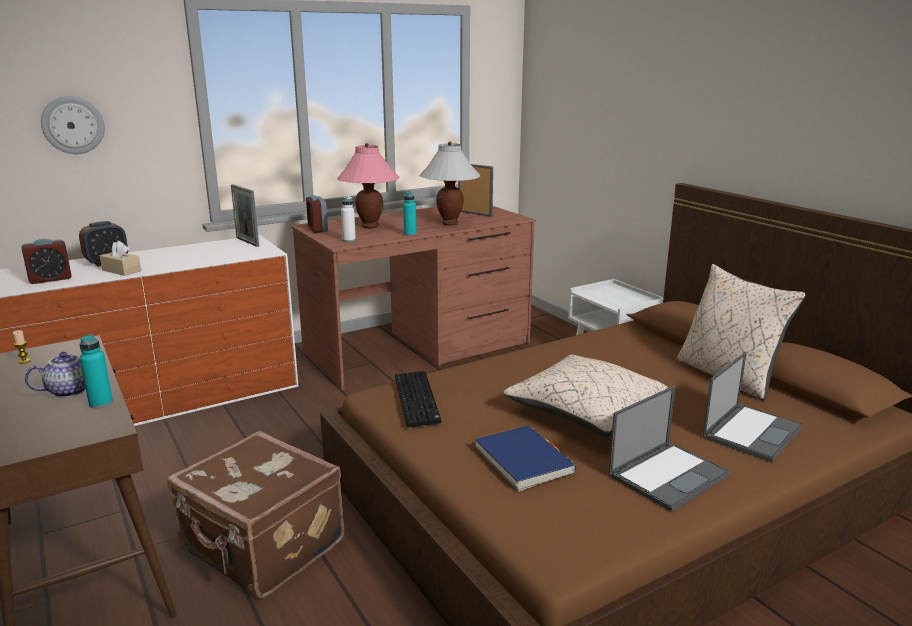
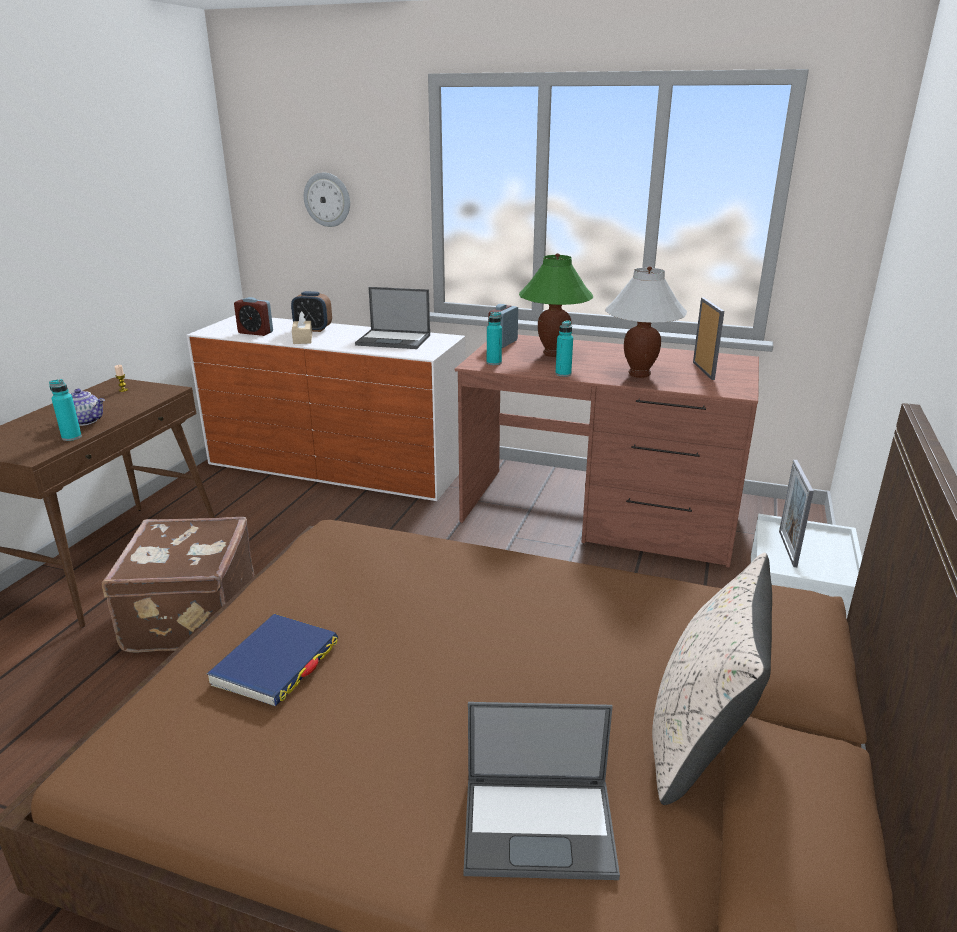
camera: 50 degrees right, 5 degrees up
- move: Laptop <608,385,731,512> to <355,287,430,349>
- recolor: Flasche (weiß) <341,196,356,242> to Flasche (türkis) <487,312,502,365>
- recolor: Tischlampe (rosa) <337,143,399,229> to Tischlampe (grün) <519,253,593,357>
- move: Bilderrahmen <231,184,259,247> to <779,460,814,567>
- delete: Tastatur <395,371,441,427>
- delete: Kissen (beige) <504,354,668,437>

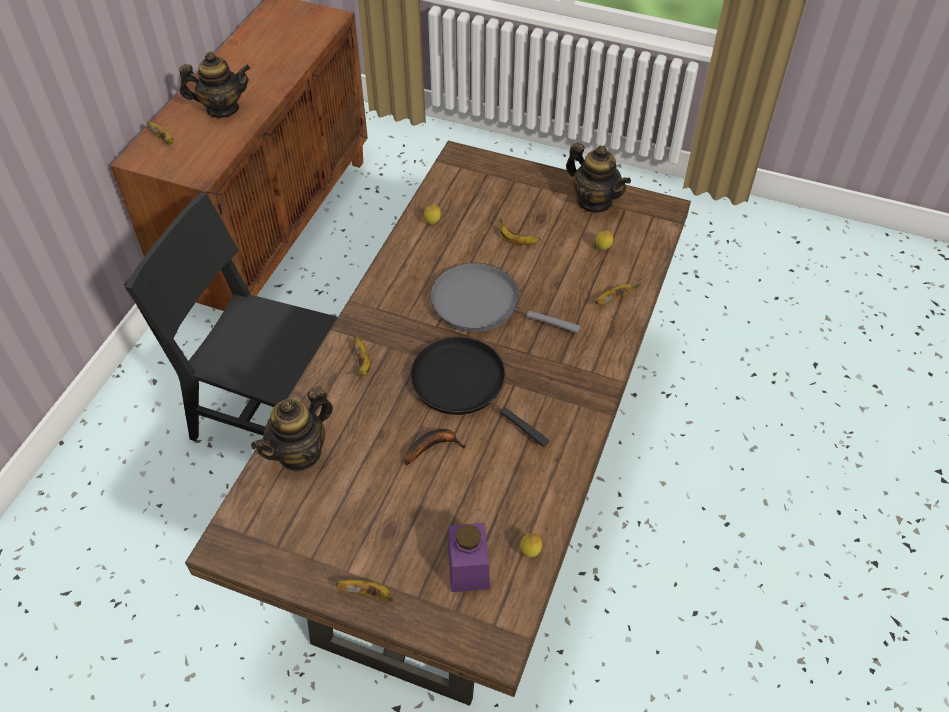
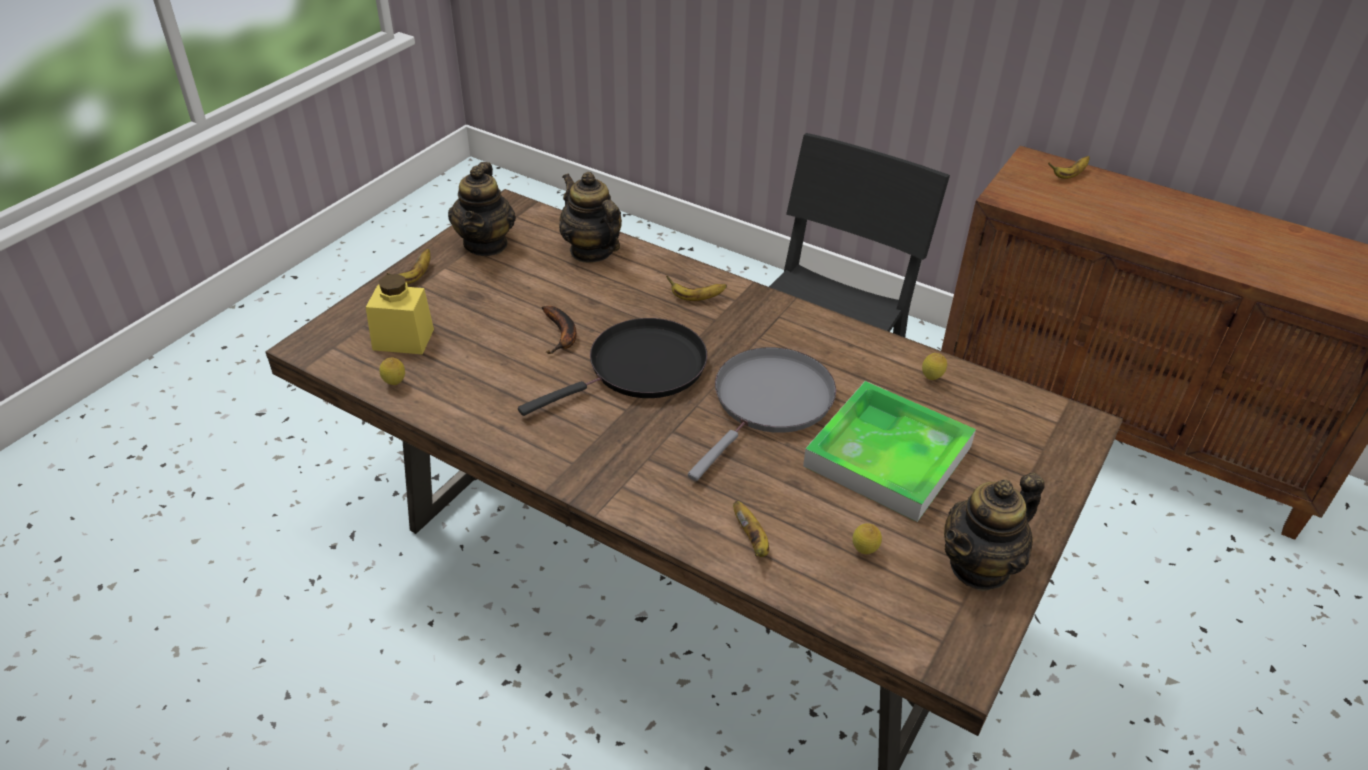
camera: 100 degrees right, 10 degrees down
- recolor: Vorratsglas (lila) <448,523,490,592> to Vorratsglas (gelb) <366,274,434,355>
- move: Teekanne <179,52,251,118> to <448,162,516,256>
- replace: Banane <500,218,540,245> to Tablett <803,381,976,522>

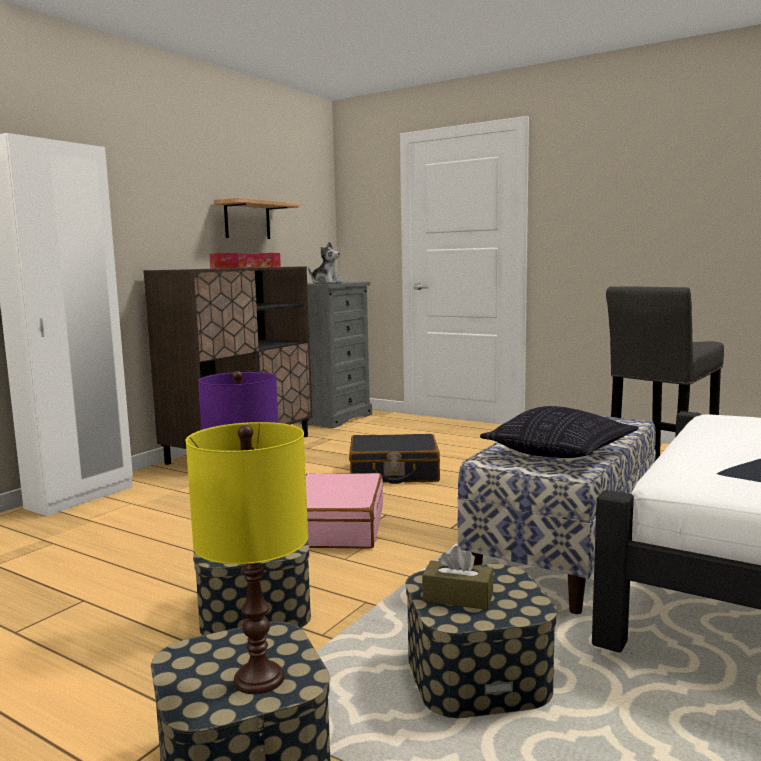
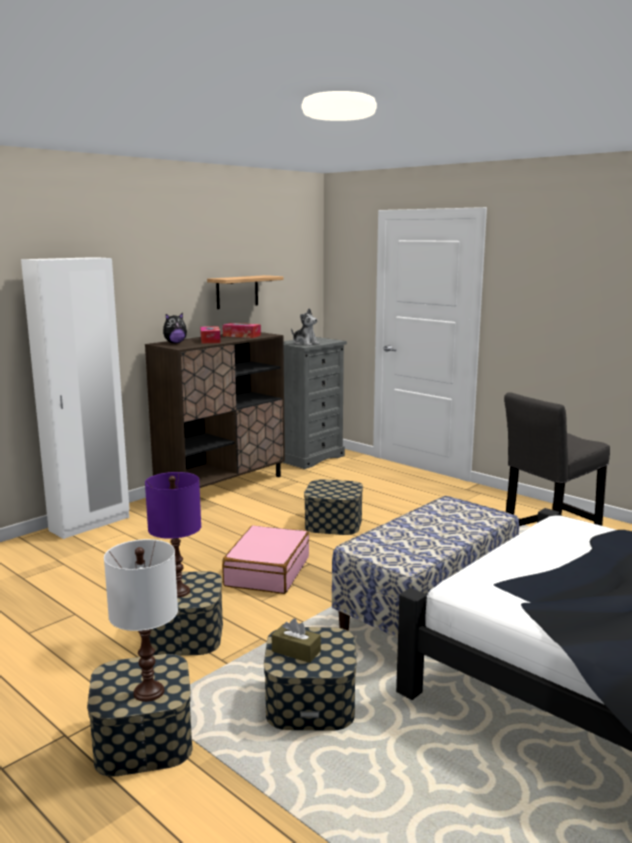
camera: 10 degrees right, 5 degrees up
- recolor: Tischlampe (gelb) <186,422,308,694> to Tischlampe (weiß) <104,539,178,702>
- insert: Plüschtier <163,313,187,344>
- replace: Koffer (schwarz) <349,434,440,484> to Aufbewahrungsbox <304,479,363,535>
- delete: Kissen <480,406,639,458>

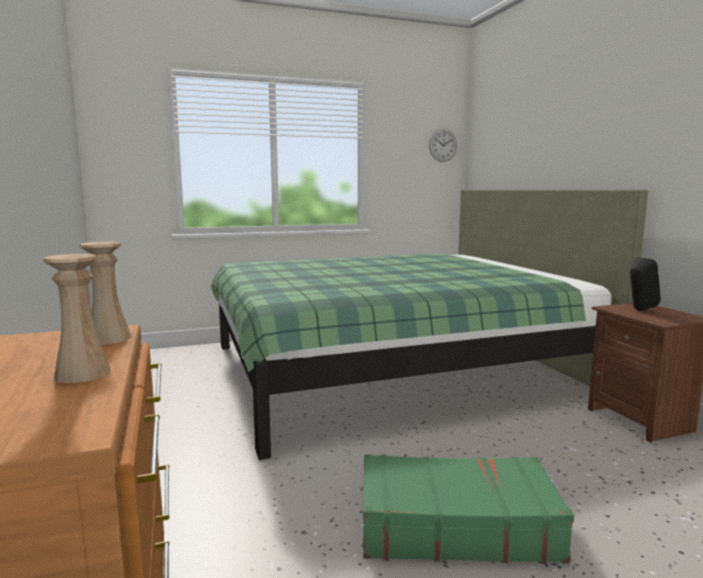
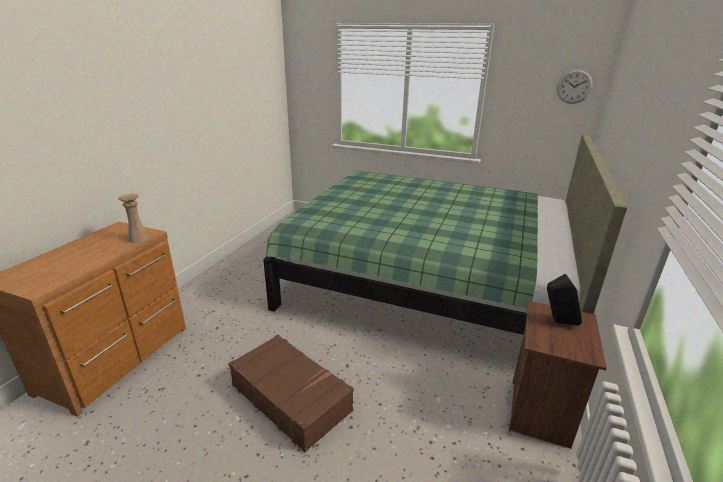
camera: 40 degrees right, 15 degrees up
- recolor: Koffer (grün) <363,454,574,564> to Koffer (braun) <229,335,354,452>
- delete: Vase (beige) <43,254,111,383>

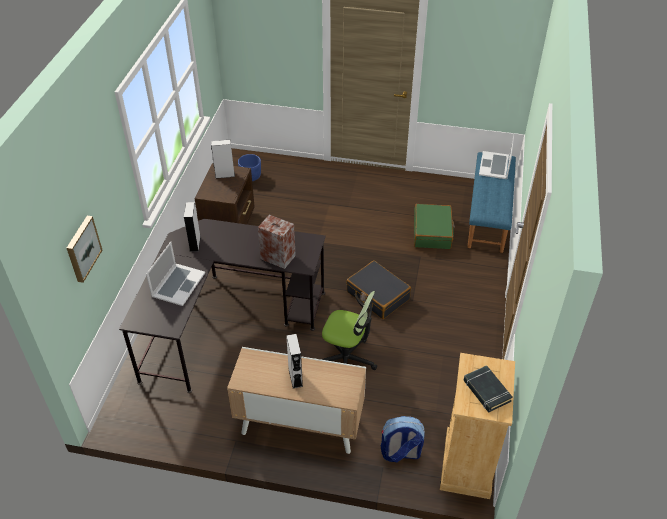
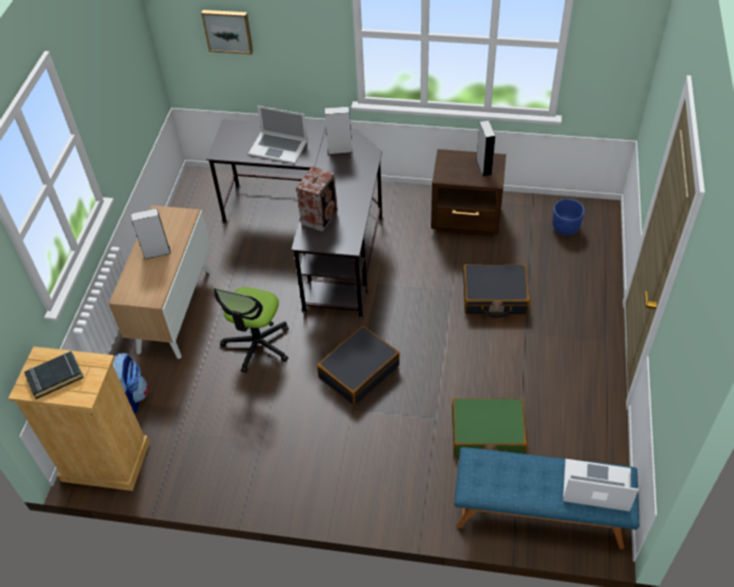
camera: 90 degrees right, 5 degrees up
- insert: Koffer (schwarz) <463,264,530,318>

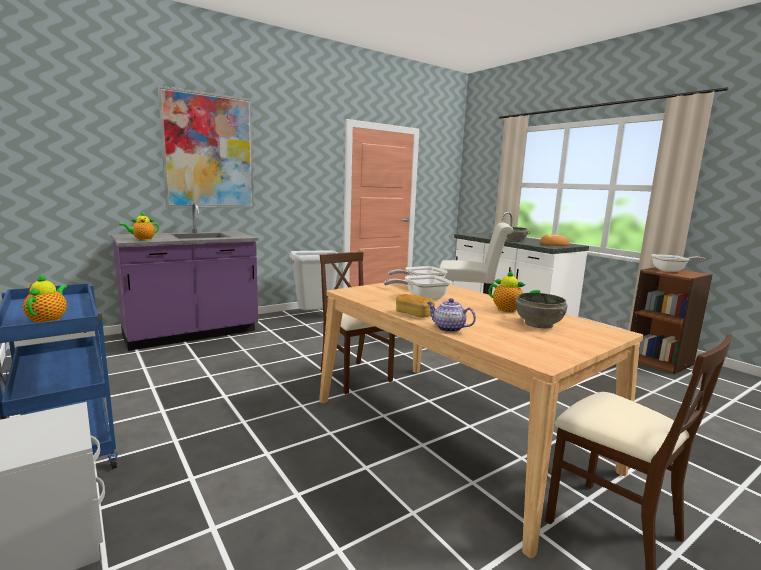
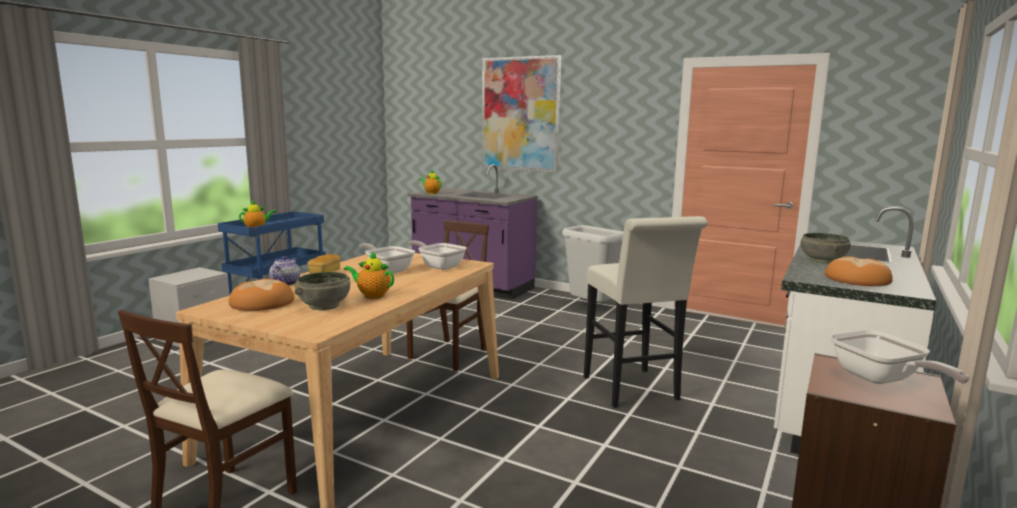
camera: 65 degrees right, 0 degrees up
- insert: Brot <229,279,294,311>
- rotate: Teekanne <489,270,540,312> = <344,251,394,299> 105 degrees clockwise

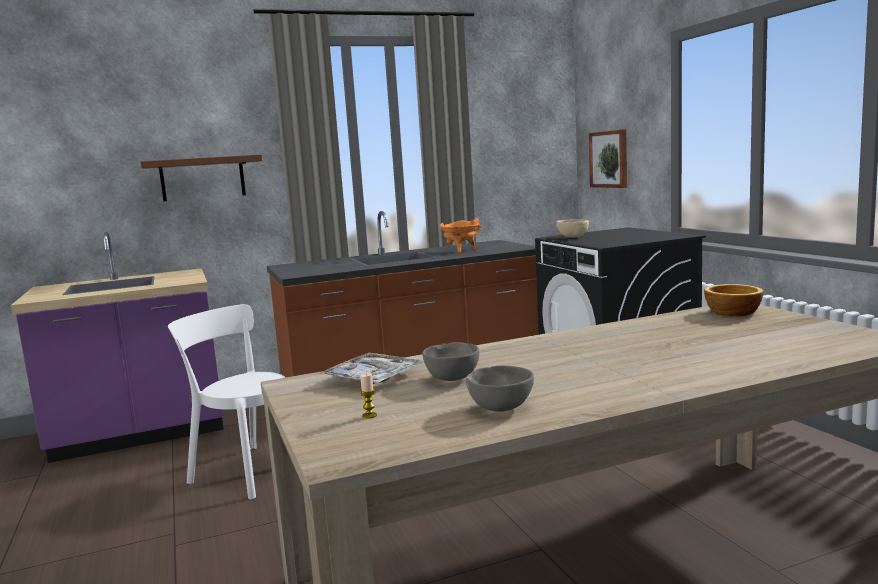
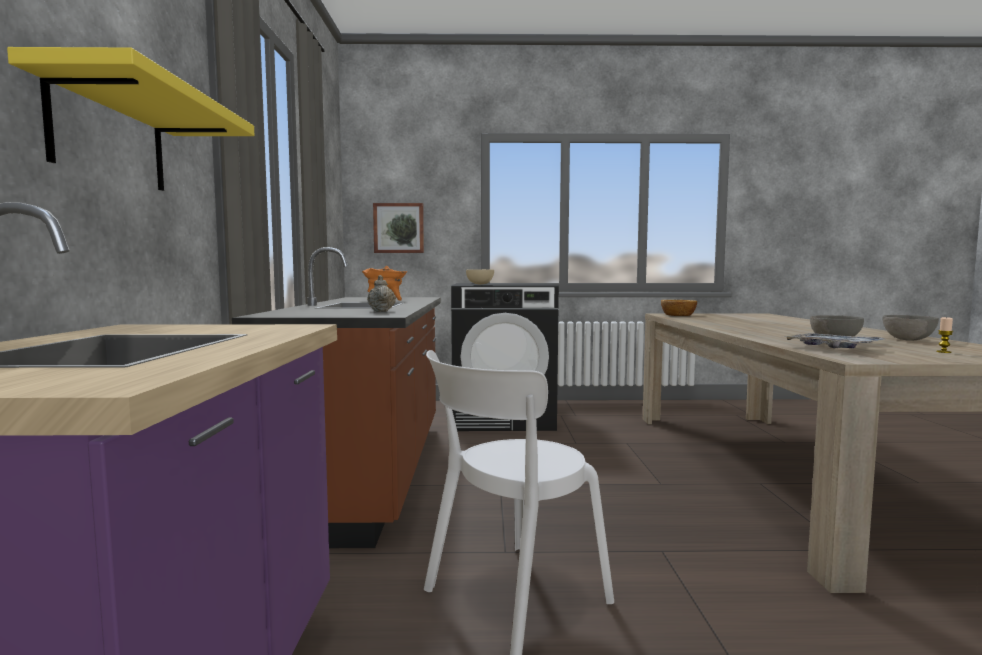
camera: 70 degrees left, 5 degrees down
- recolor: Wandregal (braun) <140,155,262,201> to Wandregal (gelb) <7,47,255,191>
- insert: Teekanne (beige) <367,275,396,312>

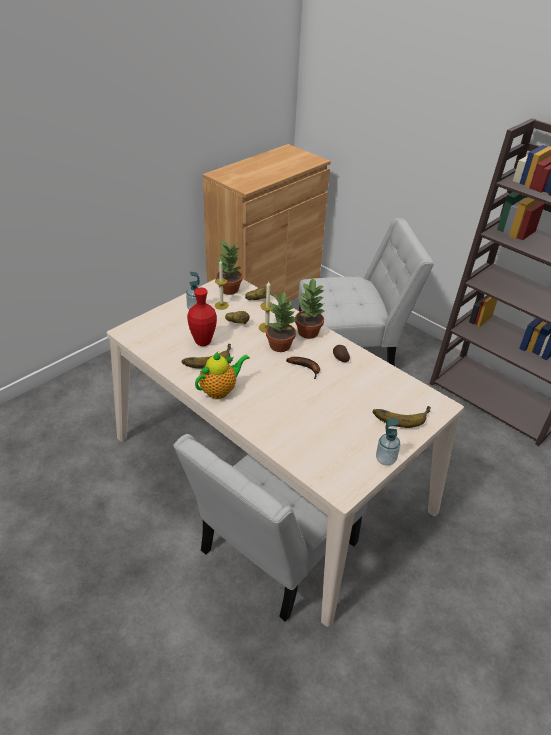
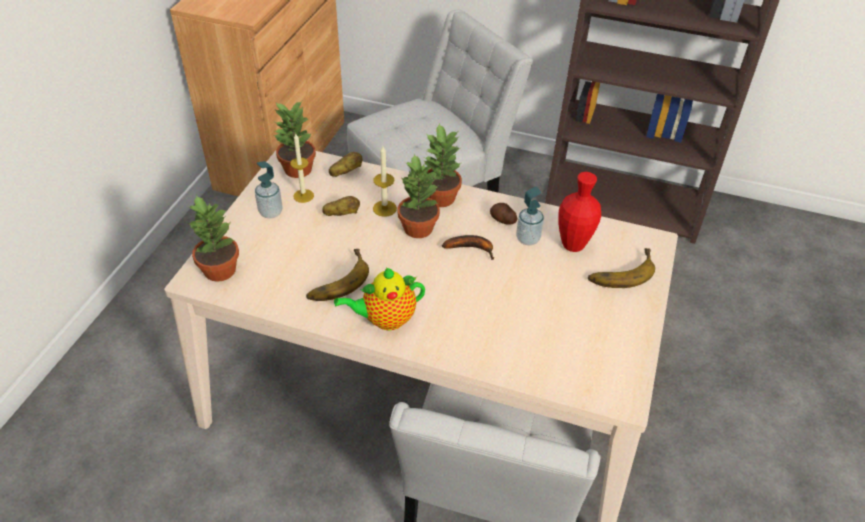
camera: 25 degrees left, 5 degrees up
- insert: Topfpflanze <188,195,239,282>
- rotate: Teekanne <195,352,250,399> = <334,268,425,330> 135 degrees counterclockwise
- move: Seifenspender <376,418,400,466> to <516,187,544,245>
- move: Vase (rot) <187,288,217,346> to <558,172,601,252>

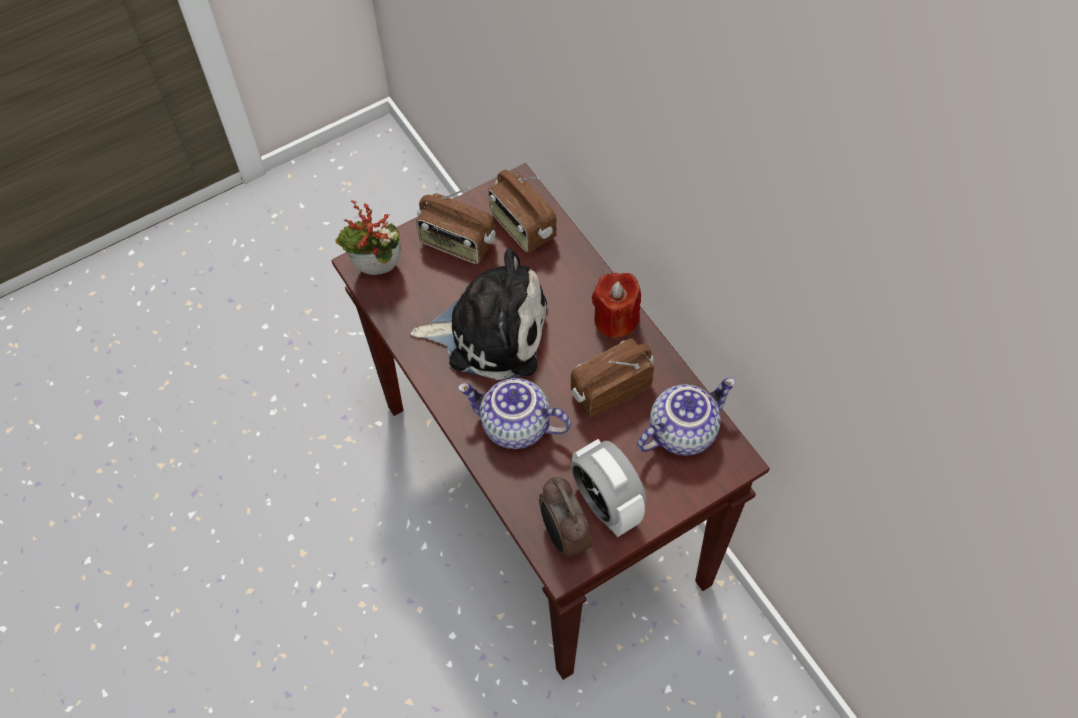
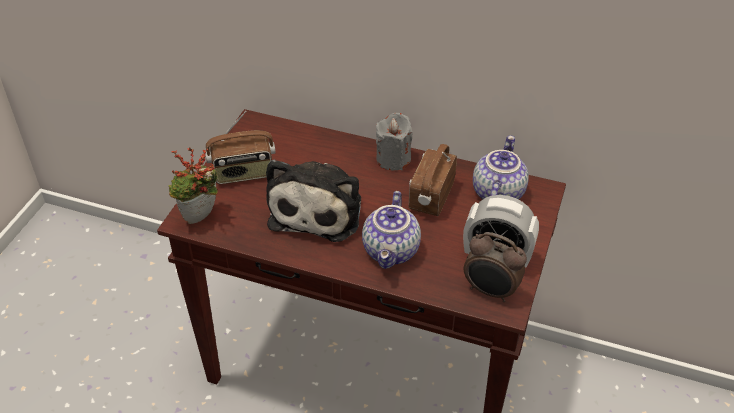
camera: 40 degrees left, 15 degrees down
- rotate: Plüschtier <410,248,547,380> = <266,160,361,242> 135 degrees clockwise
- rotate: Teekanne <458,378,571,449> = <362,191,421,269> 60 degrees counterclockwise
- recolor: Kerze (rot) <592,273,641,339> to Kerze (grau) <376,113,413,171>
- delete: Radio <488,170,557,253>

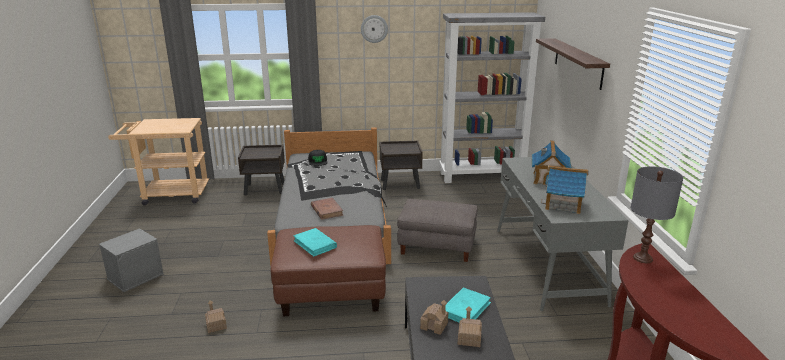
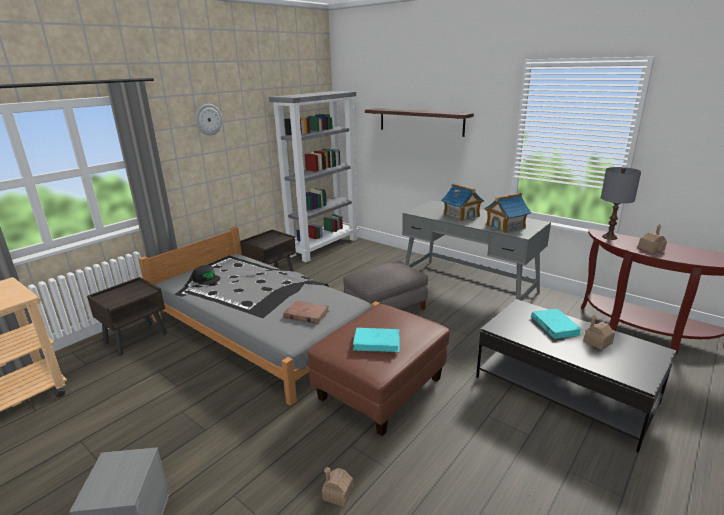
camera: 45 degrees left, 0 degrees up
- move: Spielzeughaus <420,300,448,335> to <638,224,667,253>

